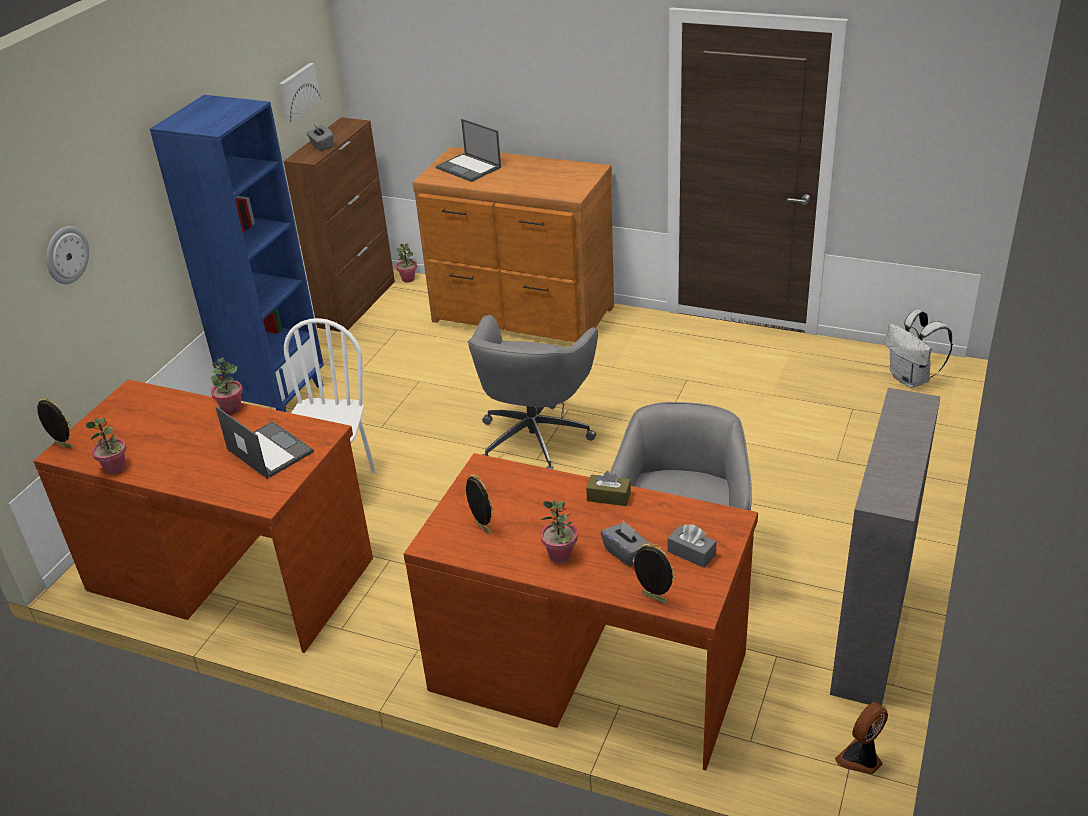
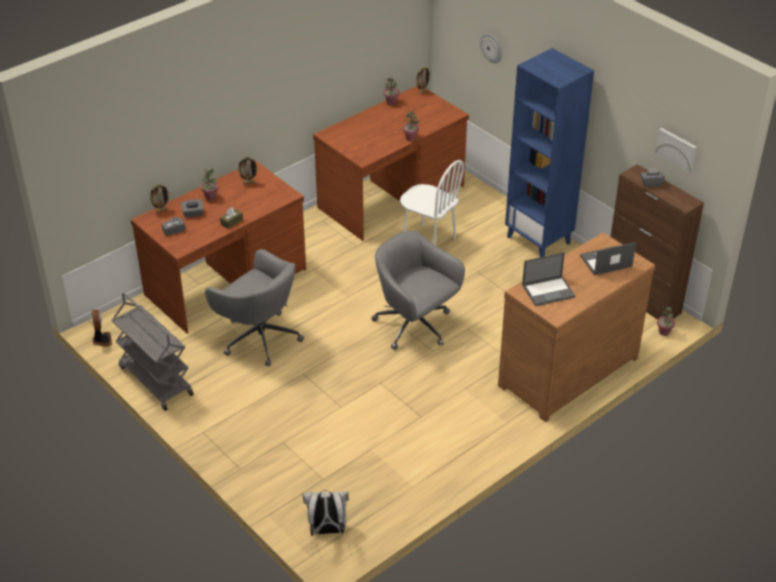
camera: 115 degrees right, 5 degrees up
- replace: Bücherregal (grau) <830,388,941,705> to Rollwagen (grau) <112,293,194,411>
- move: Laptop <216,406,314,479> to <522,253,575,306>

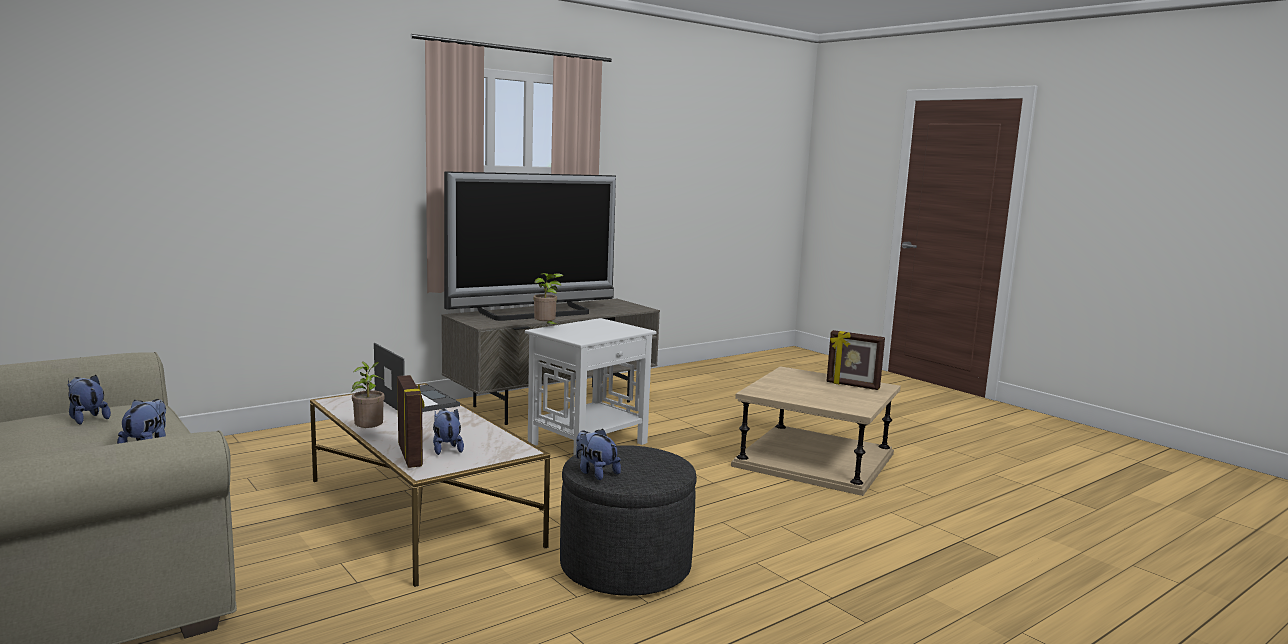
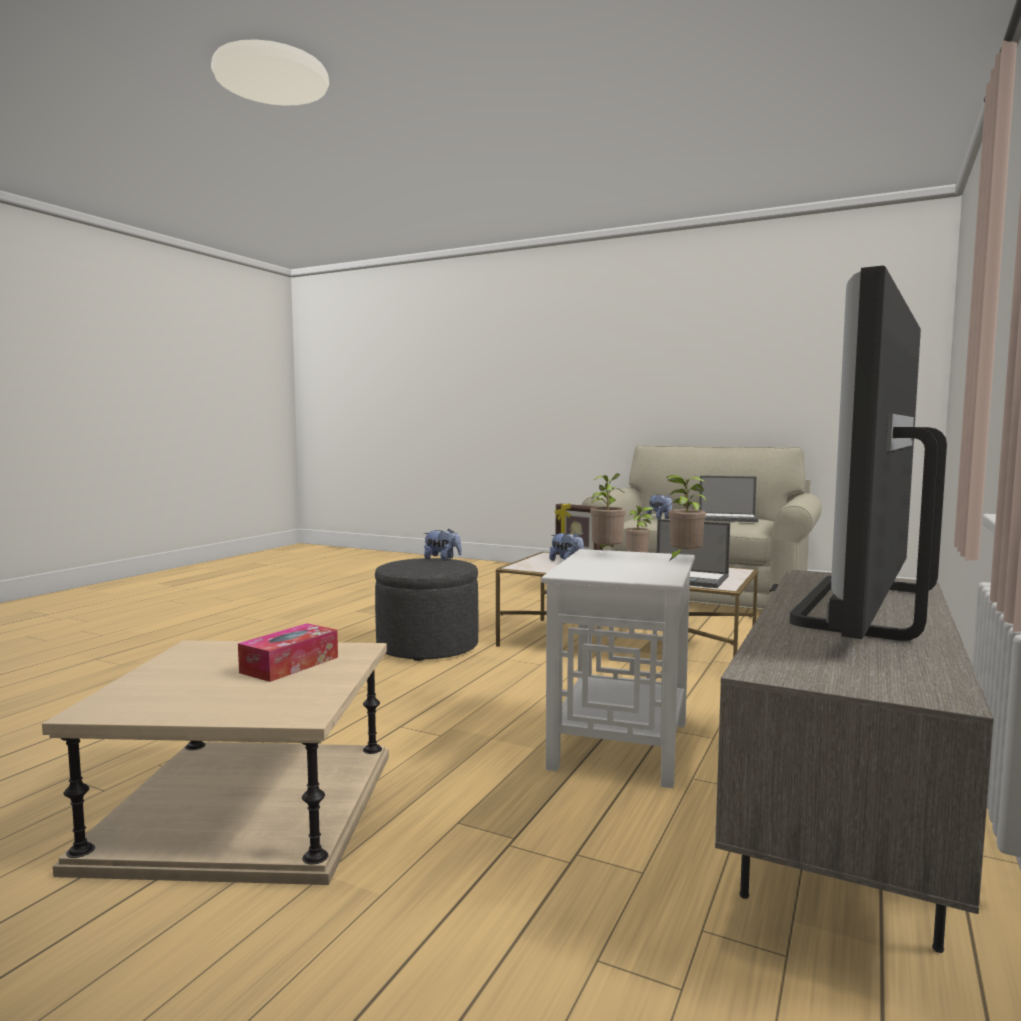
camera: 155 degrees right, 5 degrees down
- insert: Taschentuchbox <238,623,338,682>
- insert: Topfpflanze <589,473,626,550>
- replace: Plüschtier <67,375,111,424> to Laptop <699,476,758,522>
- delete: Bilderrahmen <827,330,885,390>

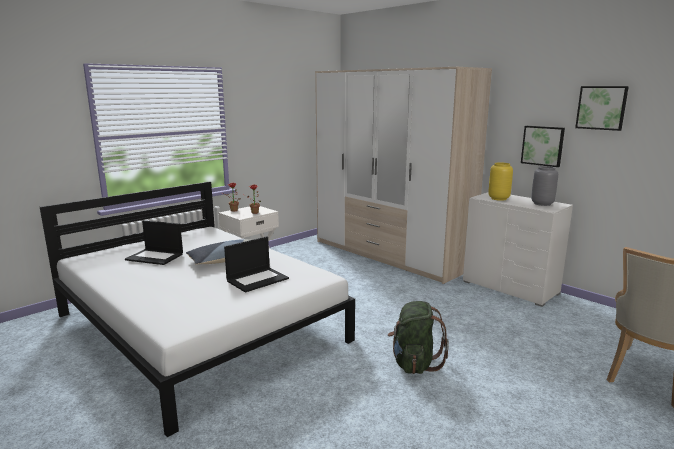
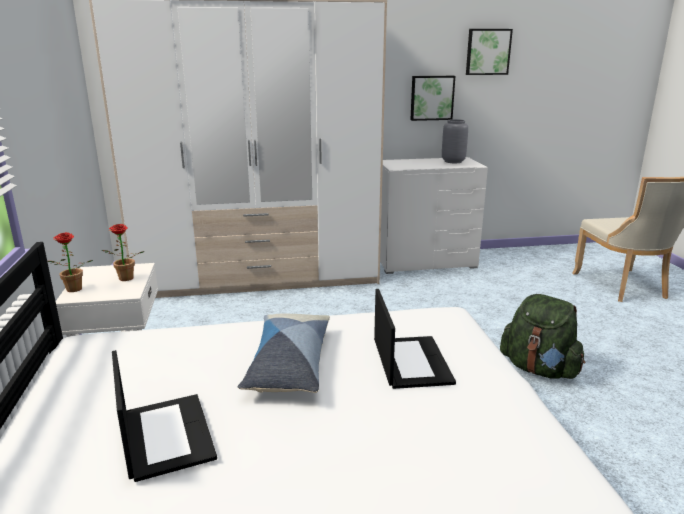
camera: 55 degrees left, 5 degrees up
- rotate: Laptop <125,220,183,265> = <112,350,217,482> 75 degrees counterclockwise
- delete: Vase (gelb) <489,162,513,201>

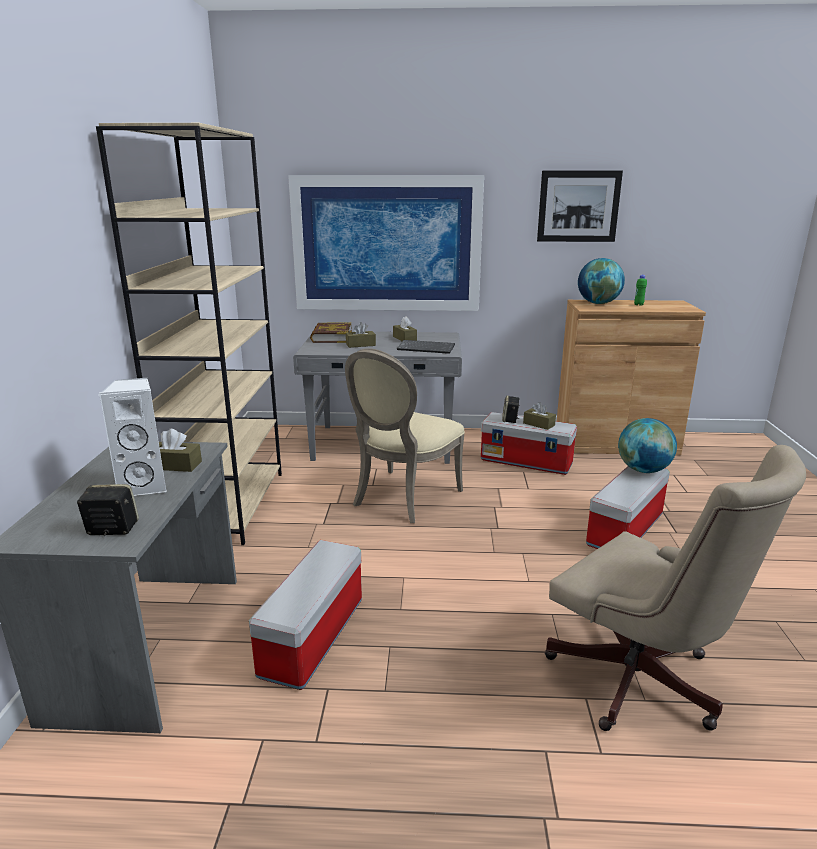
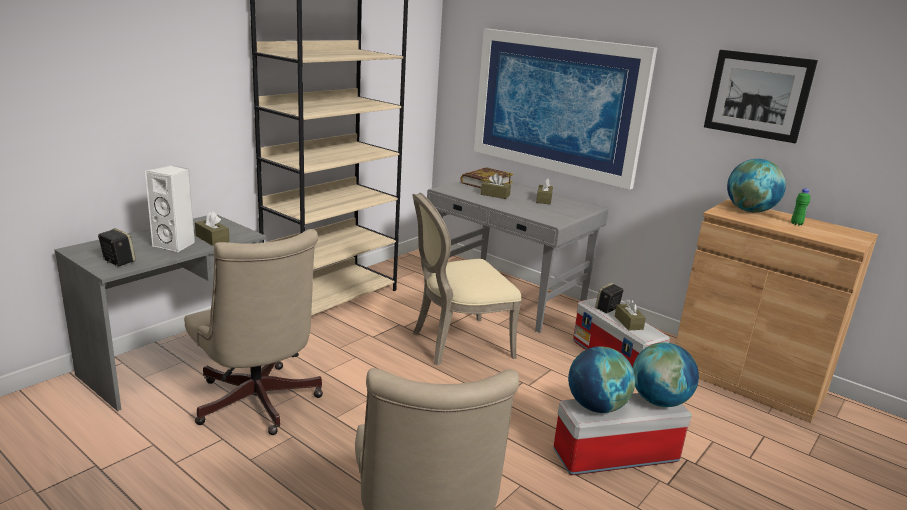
camera: 35 degrees right, 0 degrees up
- replace: Aufbewahrungsbox <249,540,362,690> to Bürostuhl (beige) <184,229,323,435>
- insert: Globus <568,347,635,413>
- delete: Tastatur <397,340,455,354>

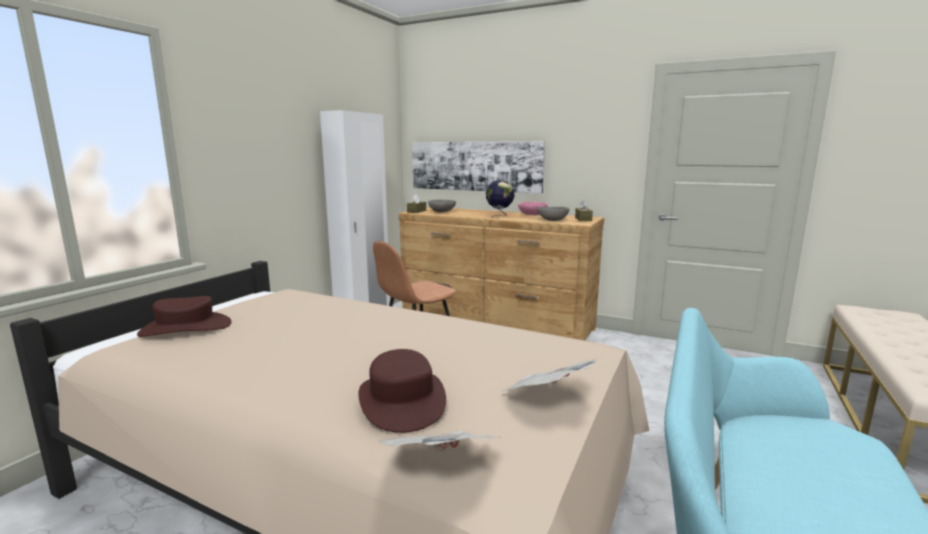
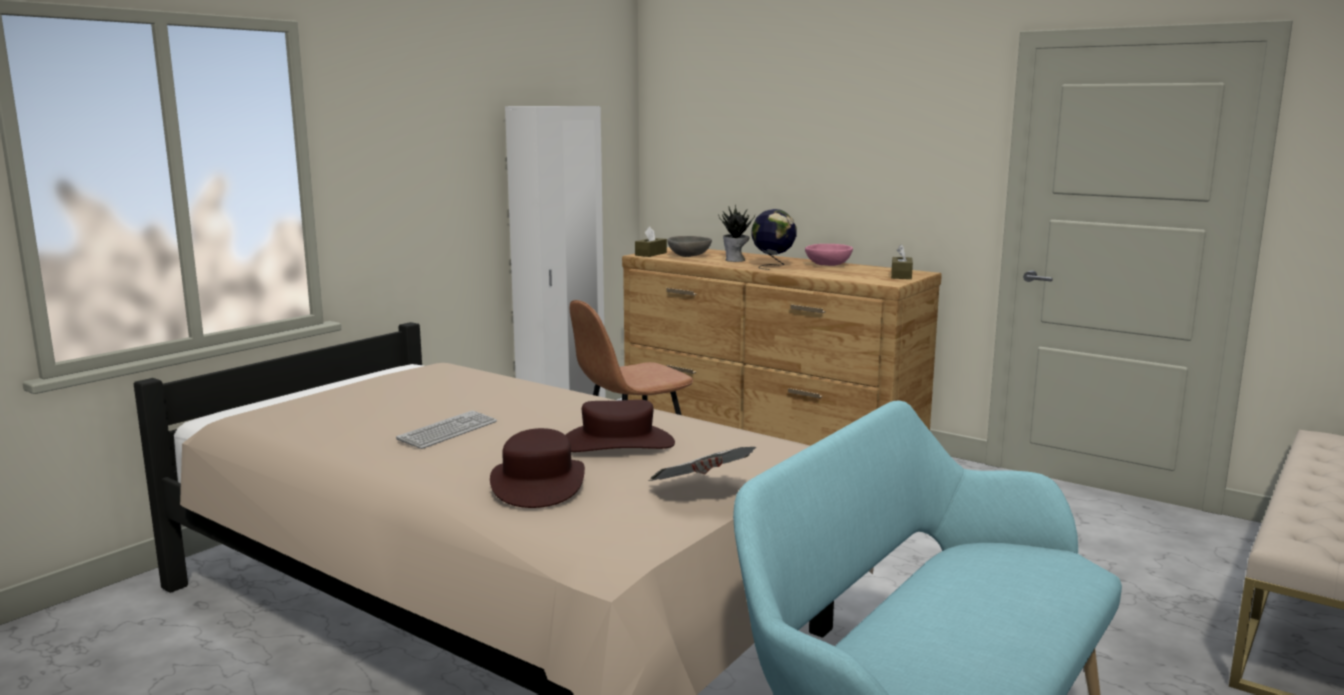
camera: 10 degrees right, 0 degrees up
- insert: Tastatur <396,410,497,449>
- move: Hut (braun) <137,296,232,337> to <566,400,675,452>
- insert: Topfpflanze <718,205,755,262>
- delete: Zeitung <379,430,500,451>
- delete: Bild <412,141,545,194>
- delete: Schüssel (grau) <537,207,570,221>

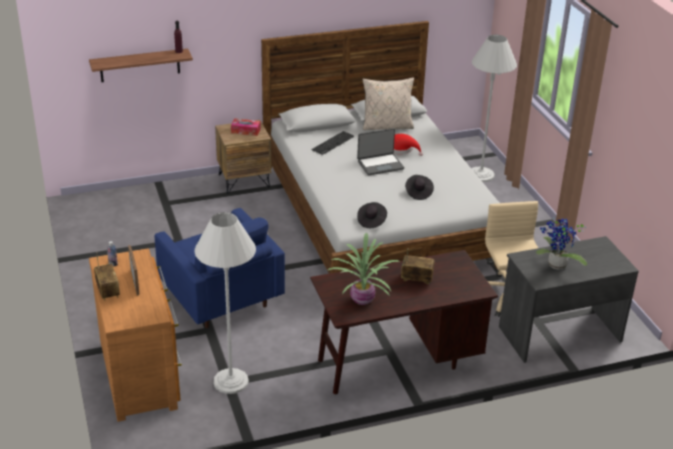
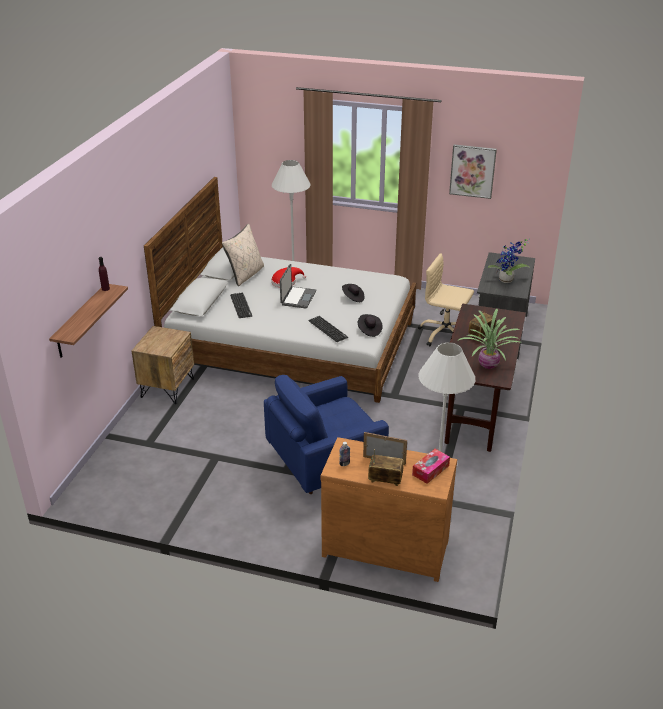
camera: 55 degrees left, 0 degrees up
- rotate: Sessel (blau) <155,208,285,328> = <264,375,389,494> 150 degrees clockwise
- insert: Tastatur <309,316,348,342>
- move: Taschentuchbox <231,118,261,136> to <412,449,450,484>
- insert: Bild <449,144,497,199>

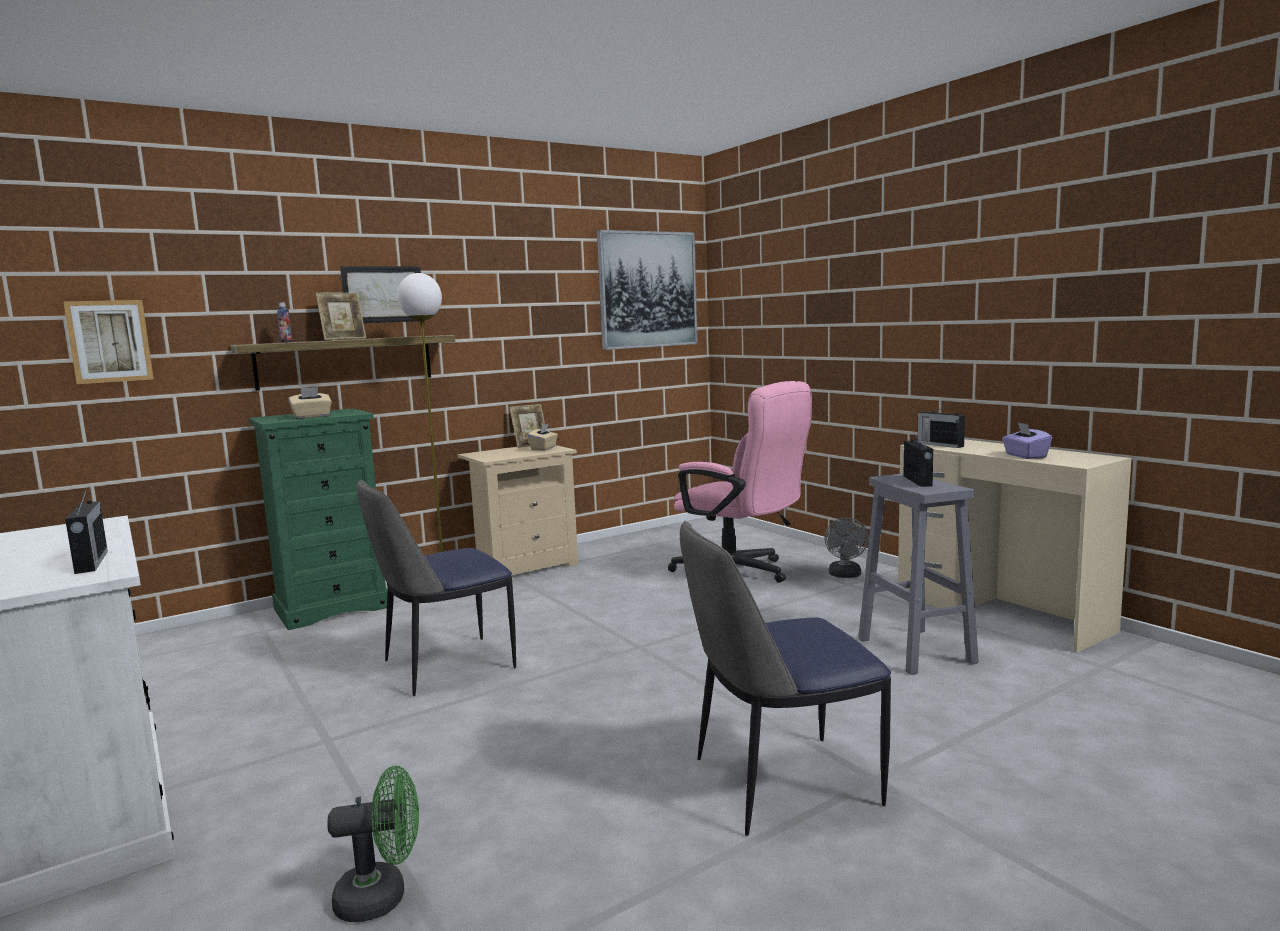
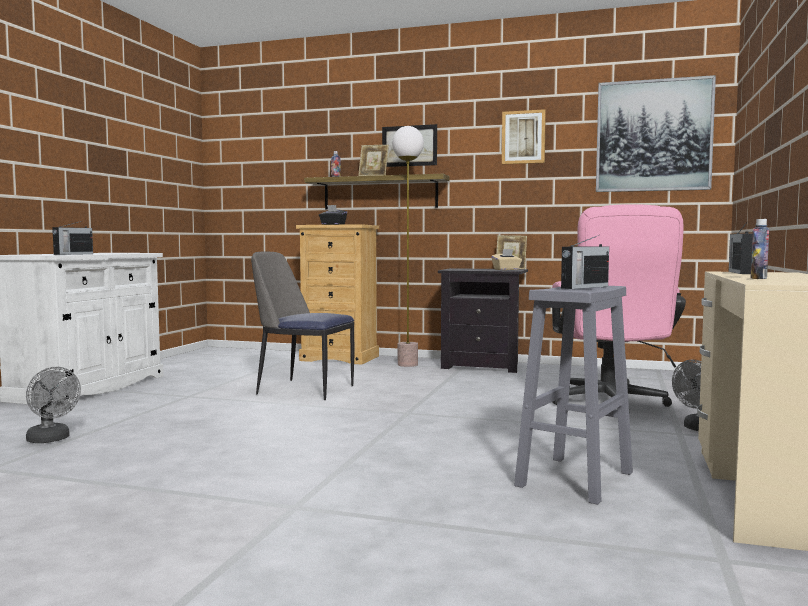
camera: 50 degrees right, 5 degrees down
- recolor: Ventilator (grün) <327,766,419,922> to Ventilator (grau) <26,367,81,443>
- recolor: Kommode (grün) <248,408,388,630> to Kommode (beige) <296,224,379,365>
- recolor: Taschentuchbox (beige) <288,387,332,418> to Taschentuchbox (schwarz) <319,205,347,225>
- recolor: Nachttisch (beige) <457,445,578,575> to Nachttisch (schwarz) <438,268,528,373>
- move: Bild <63,300,154,384> to <502,109,546,164>
- replace: Taschentuchbox (lila) <1002,422,1052,459> to Flasche <750,219,769,279>
- delete: Stuhl <680,521,891,836>

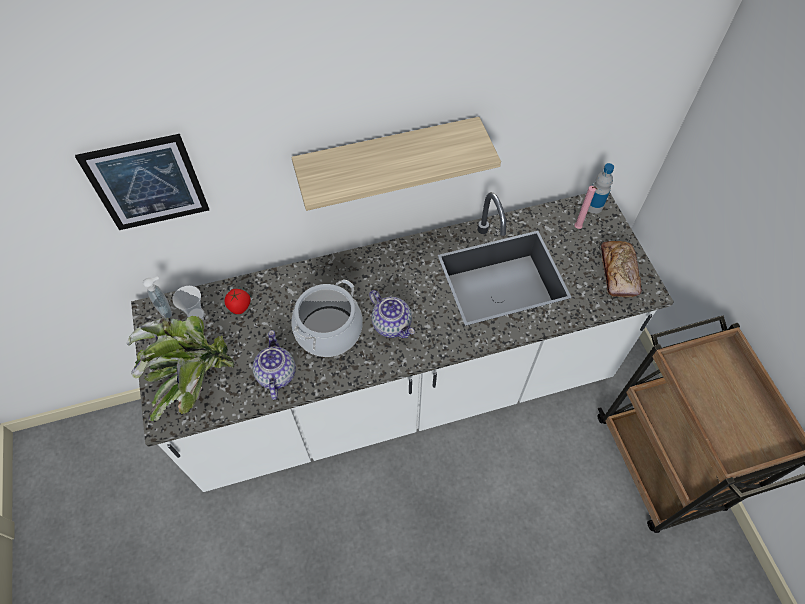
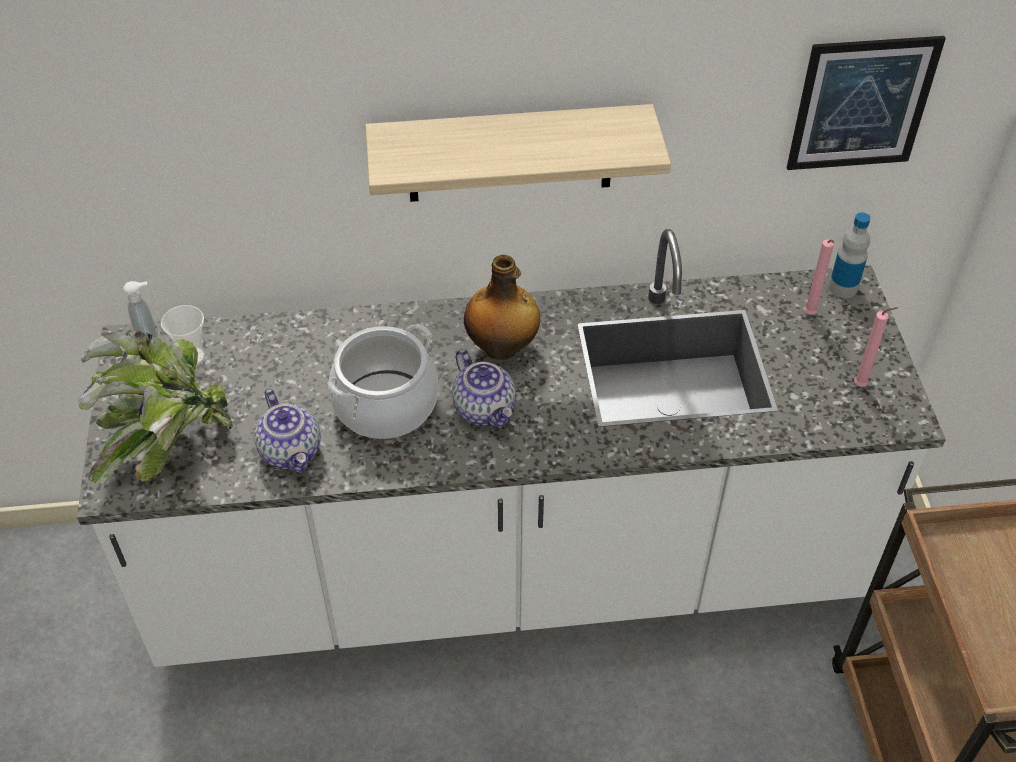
camera: 10 degrees right, 10 degrees down
- rotate: Teekanne <253,330,296,400> = <254,389,321,473> 150 degrees clockwise
- insert: Flasche <464,255,540,360>
- move: Bild <75,134,209,230> to <787,36,946,170>
- replace: Brot <601,241,642,297> to Kerze (rosa) <854,307,898,387>
- delete: Tomate <225,289,251,314>

